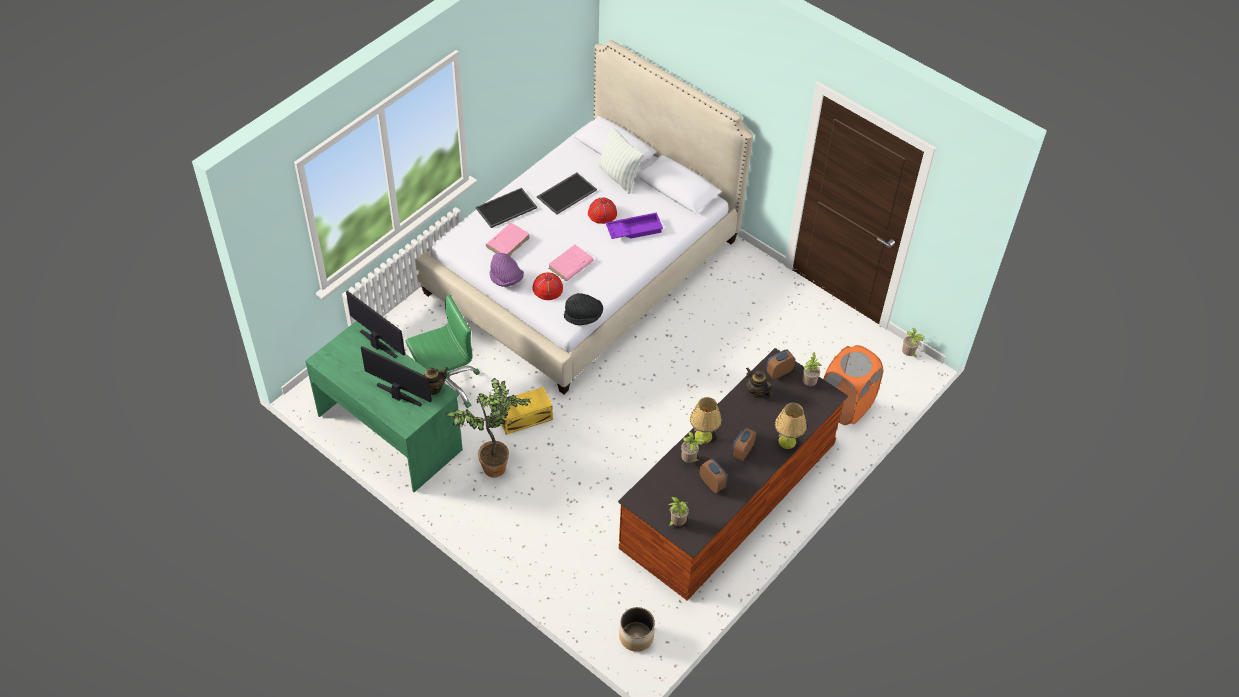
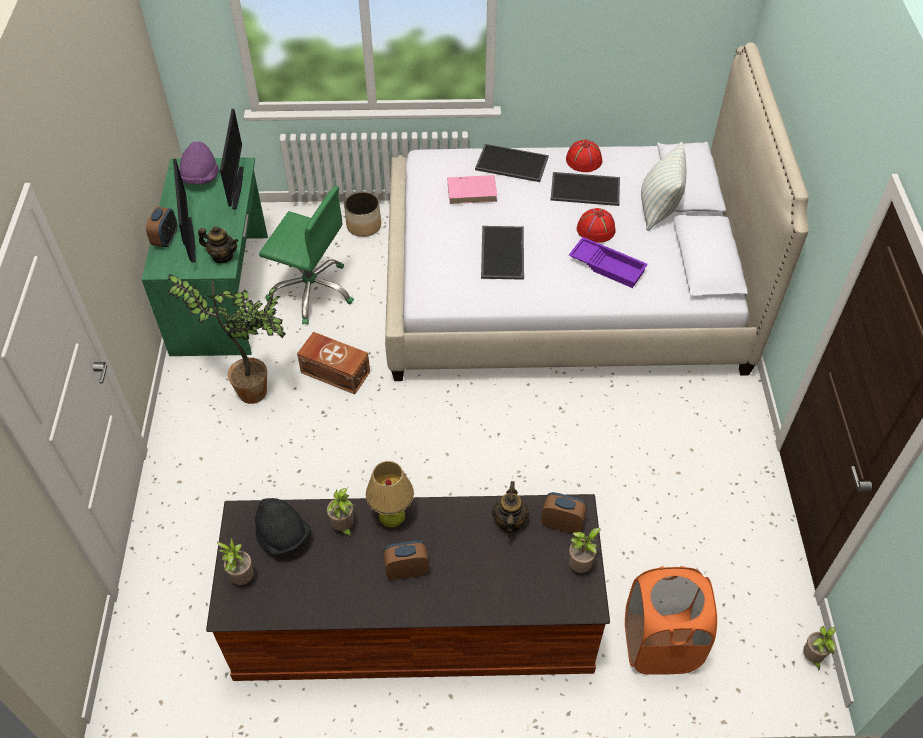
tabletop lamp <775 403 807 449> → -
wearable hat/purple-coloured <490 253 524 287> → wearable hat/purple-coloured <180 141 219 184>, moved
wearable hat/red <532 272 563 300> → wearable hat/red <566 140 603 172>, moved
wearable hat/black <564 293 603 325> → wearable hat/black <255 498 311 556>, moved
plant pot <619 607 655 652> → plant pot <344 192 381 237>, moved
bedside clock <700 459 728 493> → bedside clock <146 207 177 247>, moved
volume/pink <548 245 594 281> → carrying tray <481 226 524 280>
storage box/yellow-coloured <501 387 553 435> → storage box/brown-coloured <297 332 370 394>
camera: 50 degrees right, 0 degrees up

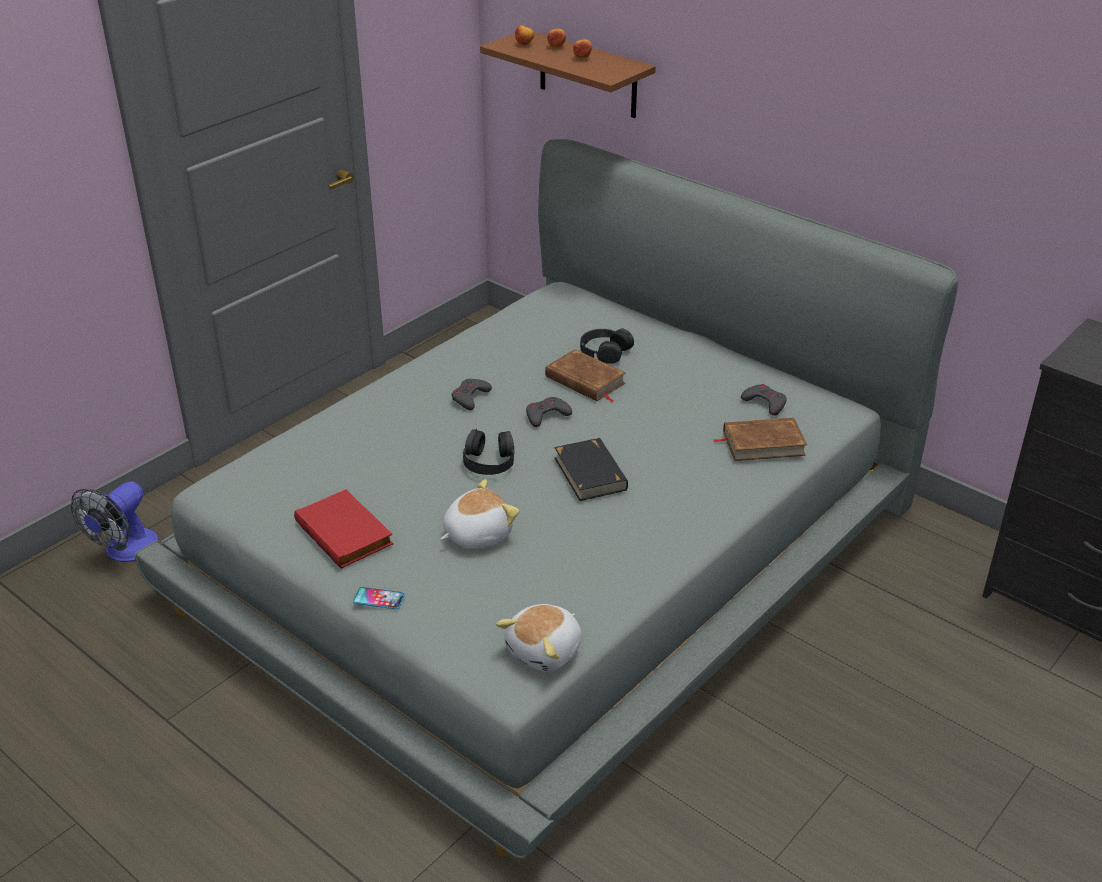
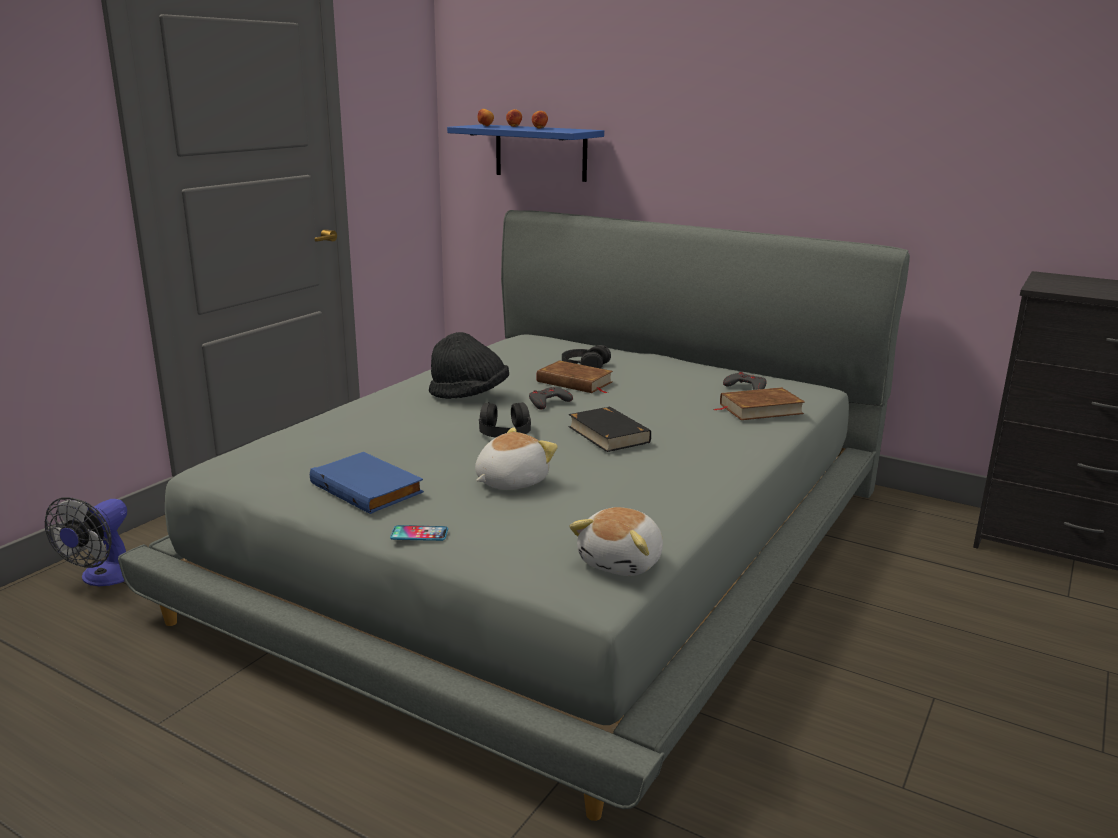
gamepad/grey <452 379 492 410> → wearable hat/black <429 332 509 399>
volume/red <294 489 393 569> → volume/blue <310 452 424 514>
bracket shelf/brown-coloured <480 32 656 118> → bracket shelf/blue <447 124 604 182>
camera: 10 degrees left, 15 degrees down

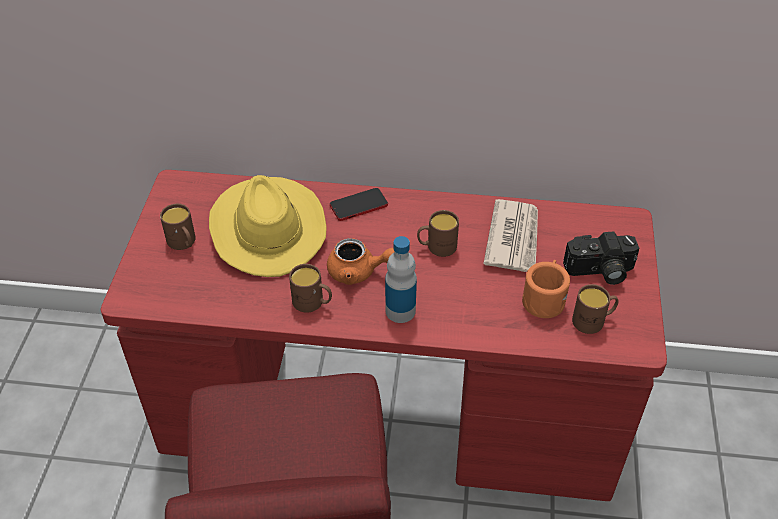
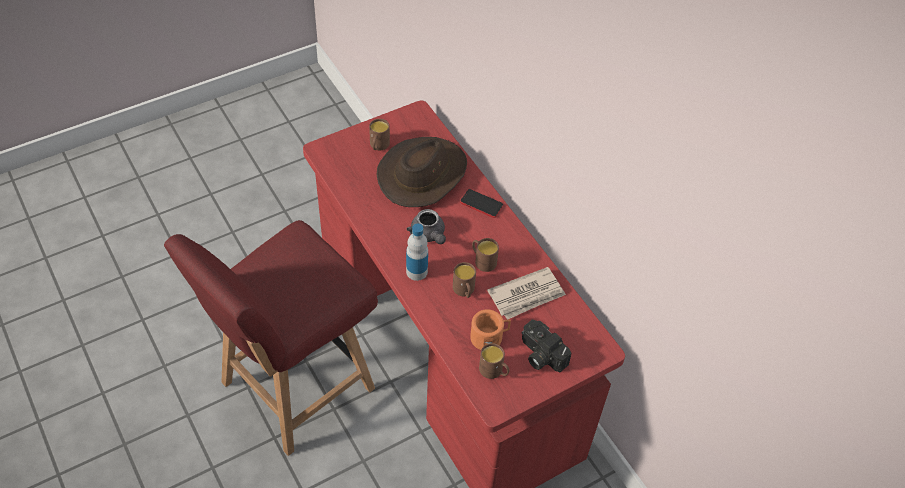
tea mug/brown-coloured <289 264 332 313> → tea mug/brown-coloured <453 262 476 298>, moved
wearable hat/yellow-coloured <209 175 327 277> → wearable hat/brown-coloured <376 137 467 207>
teapot/orange-coloured <327 238 394 285> → teapot/grey <407 209 446 244>
camera: 50 degrees right, 5 degrees up

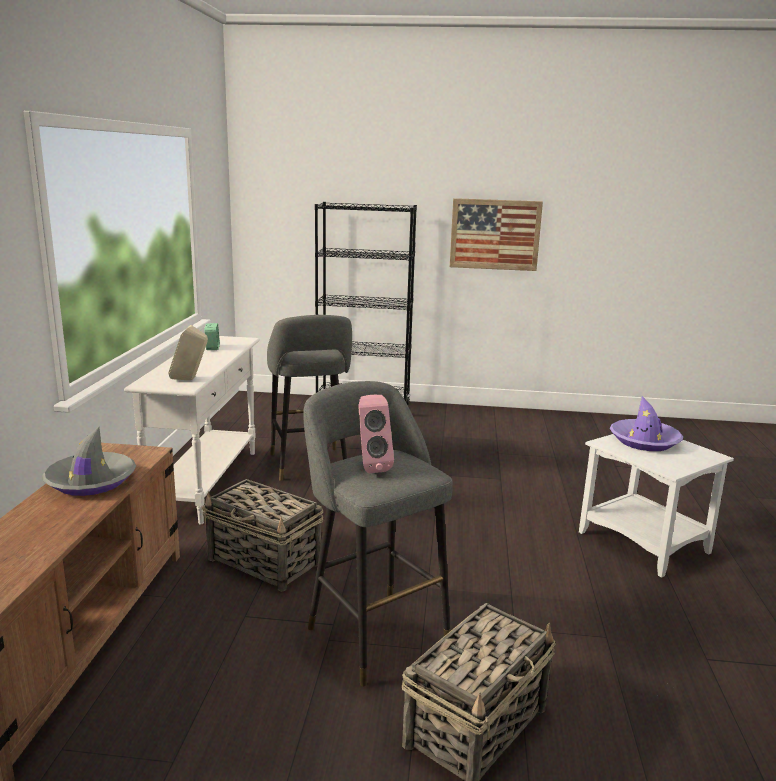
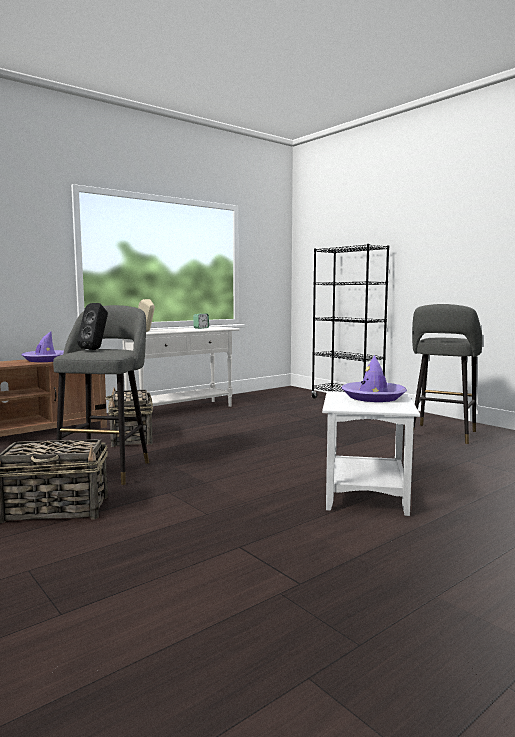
wall picture <450 198 543 271> → -
stool seat/grey <267 315 352 481> → stool seat/grey <412 304 483 444>, moved
wearable hat/grey <42 427 136 496> → wearable hat/purple-coloured <22 331 64 362>
audio speaker/pink <358 395 394 474> → audio speaker/black <77 303 108 350>
camera: 45 degrees right, 10 degrees down

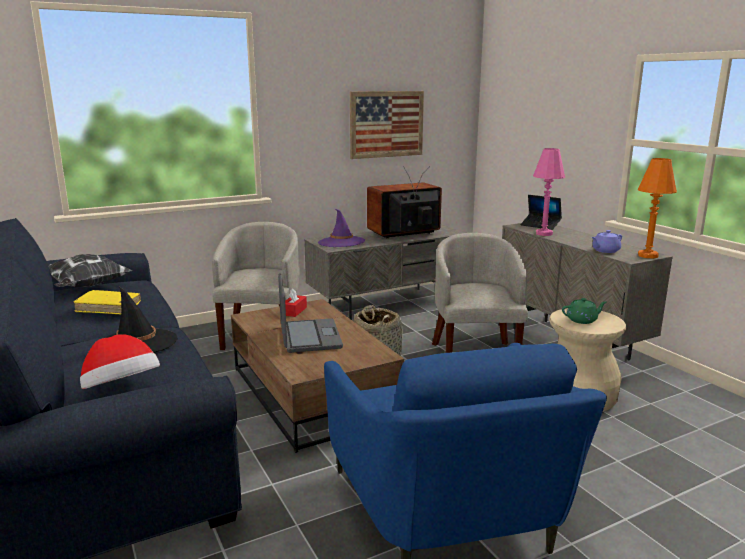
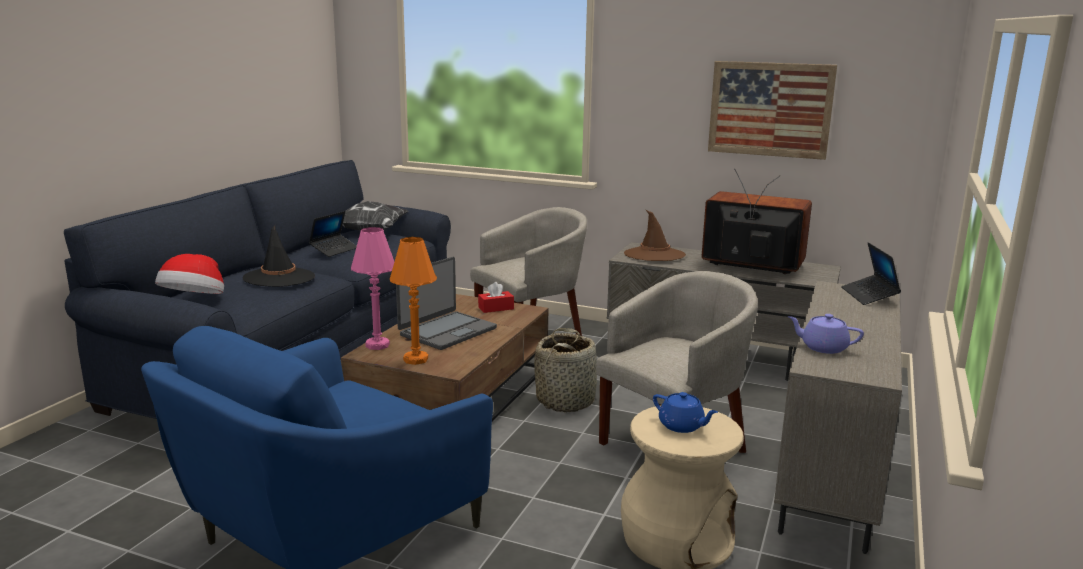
tabletop lamp/pink <533 148 565 236> → tabletop lamp/pink <351 227 394 350>, moved
tabletop lamp/orange-coloured <637 158 677 259> → tabletop lamp/orange-coloured <390 237 437 365>, moved
volume/yellow-coloured <73 290 141 314> → laptop <309 211 357 257>
wearable hat/purple-coloured <318 209 365 247> → wearable hat/brown-coloured <624 210 686 261>
teapot/greenish <562 298 607 324> → teapot/blue <653 392 718 433>
camera: 50 degrees right, 0 degrees up

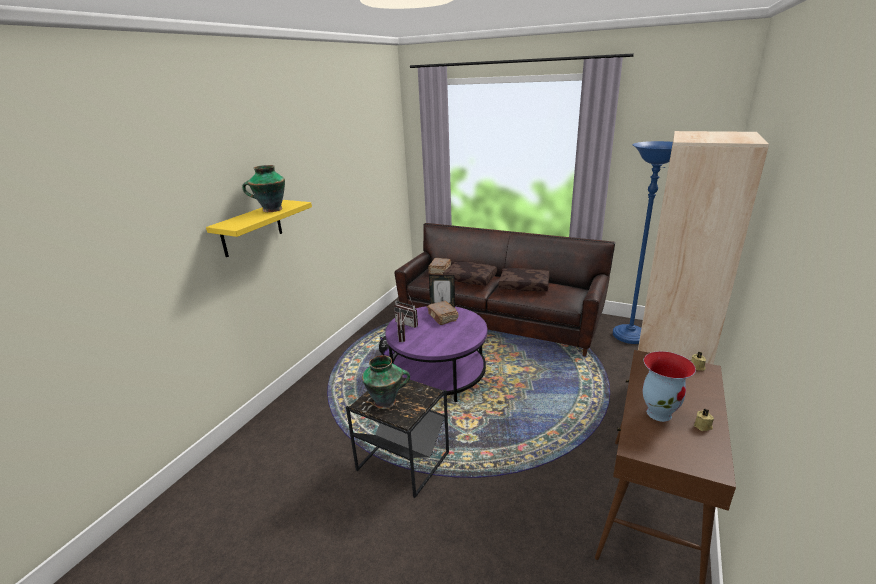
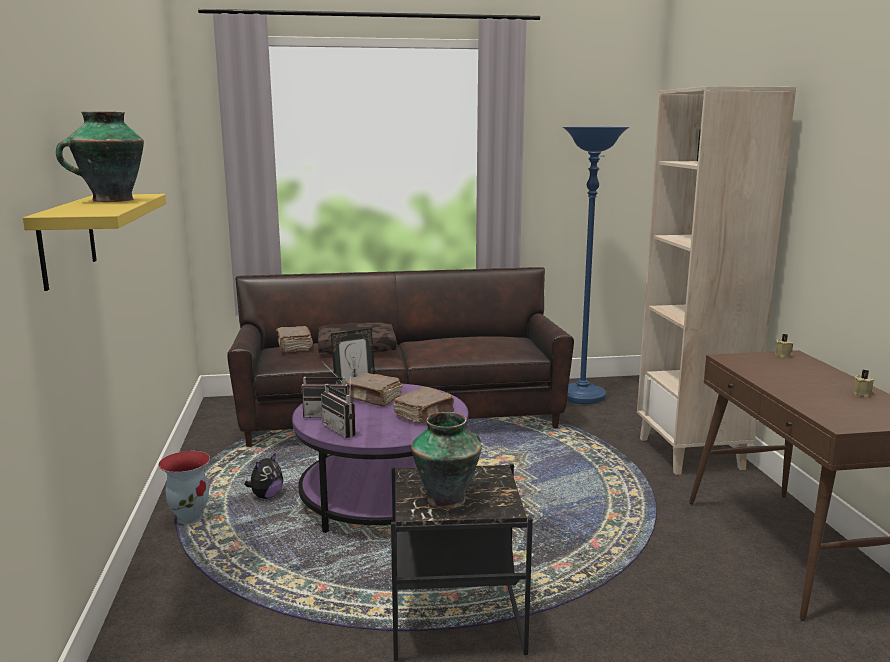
cushion/brown-coloured <498 268 550 291> → -
- → volume/brown-coloured <393 387 454 423>
decorative vase <643 351 696 422> → decorative vase <158 451 210 524>, moved
camera: 35 degrees left, 10 degrees down

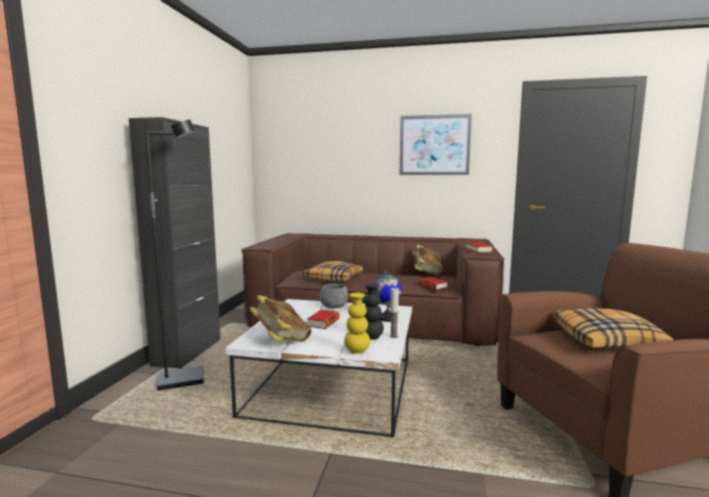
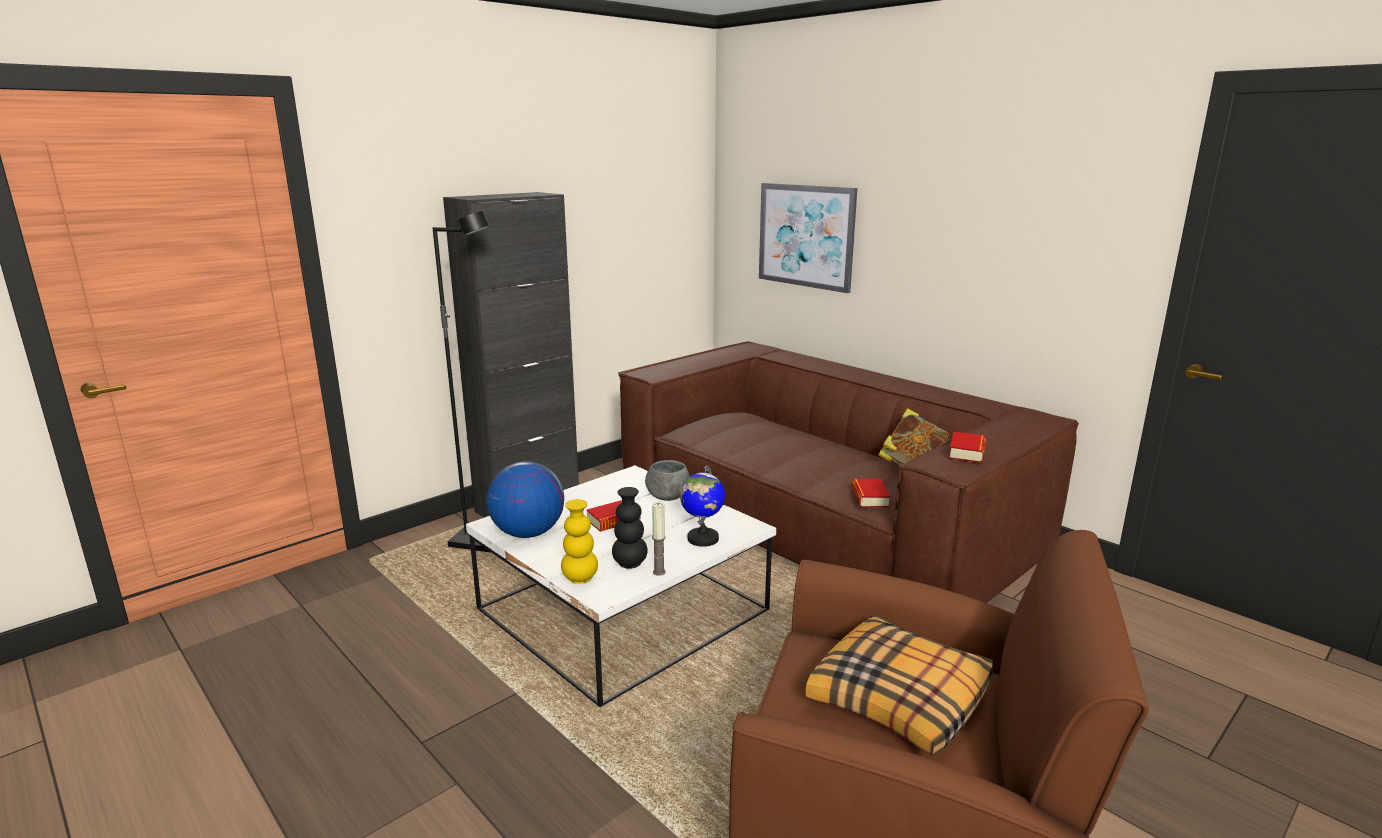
cushion <303 261 363 282> → -
wall picture <400 114 472 175> → wall picture <759 183 857 293>, moved
volume <250 295 312 342> → desk globe <487 461 564 538>
camera: 35 degrees right, 10 degrees up

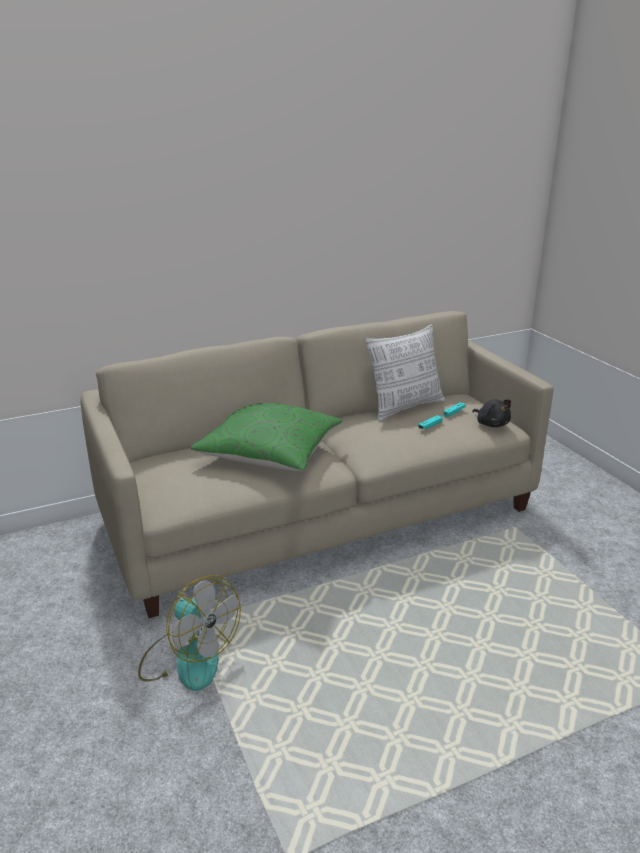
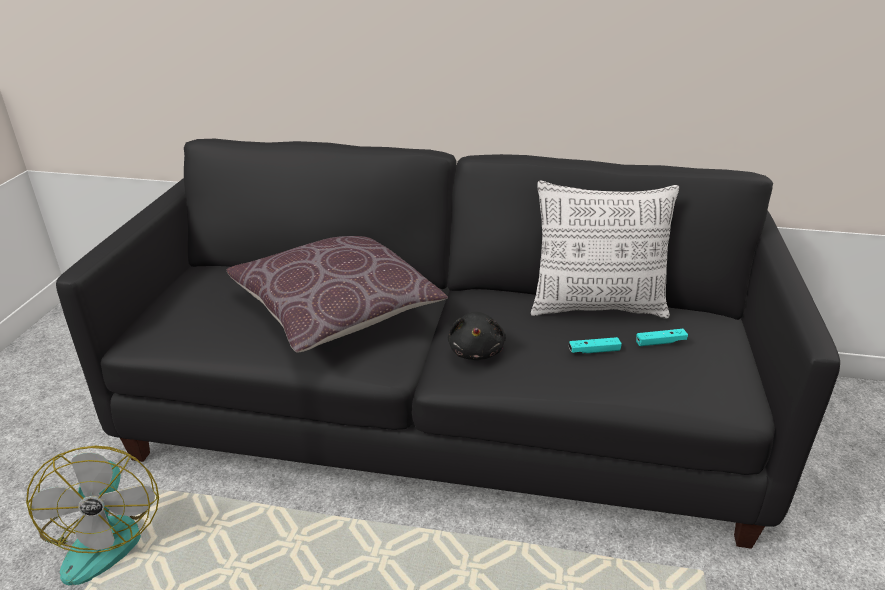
cuddly toy/black <472 399 511 427> → cuddly toy/black <448 312 506 360>, moved
couch/sand-coloured <80 311 554 618> → couch/black <56 139 840 549>
cushion/greenish <190 403 343 471> → cushion/brown-coloured <227 236 448 353>
camera: 35 degrees right, 5 degrees up

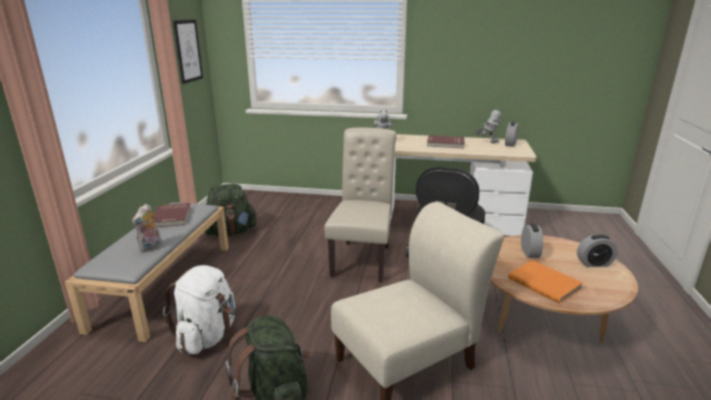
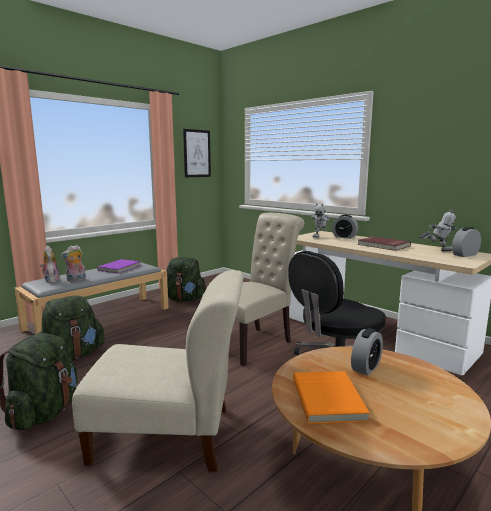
- → cuddly toy <40 246 60 283>
bedside clock <577 234 617 267> → bedside clock <332 215 359 239>, moved
volume/red <154 203 191 227> → volume/purple-coloured <97 259 141 273>
knapsack/white-coloured <163 265 235 354> → knapsack/greenish <38 295 105 361>
camera: 35 degrees right, 10 degrees down

